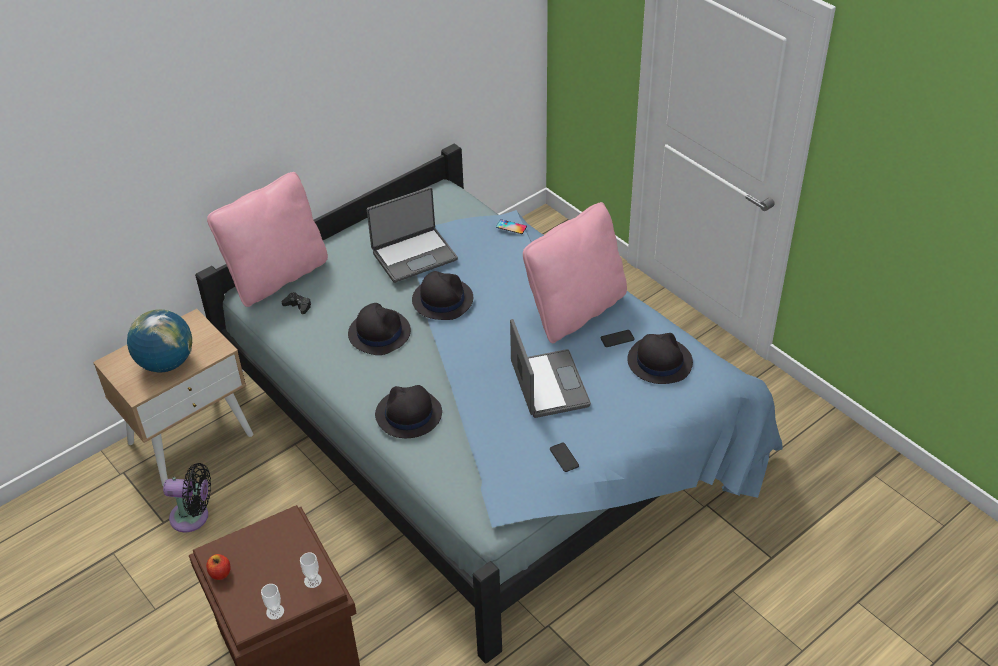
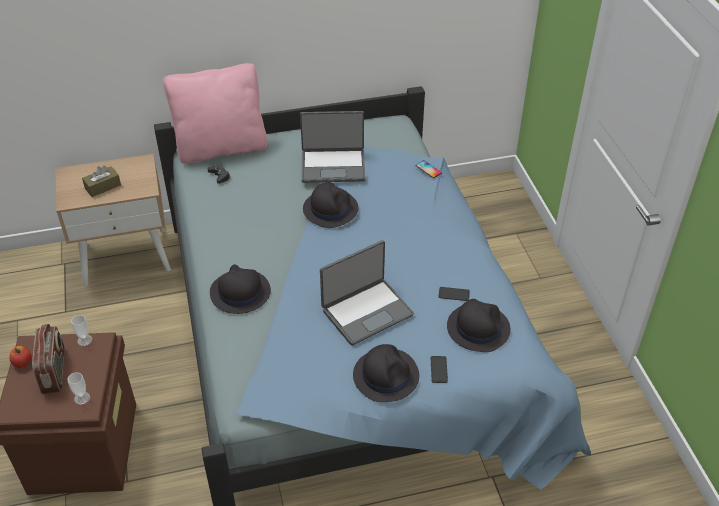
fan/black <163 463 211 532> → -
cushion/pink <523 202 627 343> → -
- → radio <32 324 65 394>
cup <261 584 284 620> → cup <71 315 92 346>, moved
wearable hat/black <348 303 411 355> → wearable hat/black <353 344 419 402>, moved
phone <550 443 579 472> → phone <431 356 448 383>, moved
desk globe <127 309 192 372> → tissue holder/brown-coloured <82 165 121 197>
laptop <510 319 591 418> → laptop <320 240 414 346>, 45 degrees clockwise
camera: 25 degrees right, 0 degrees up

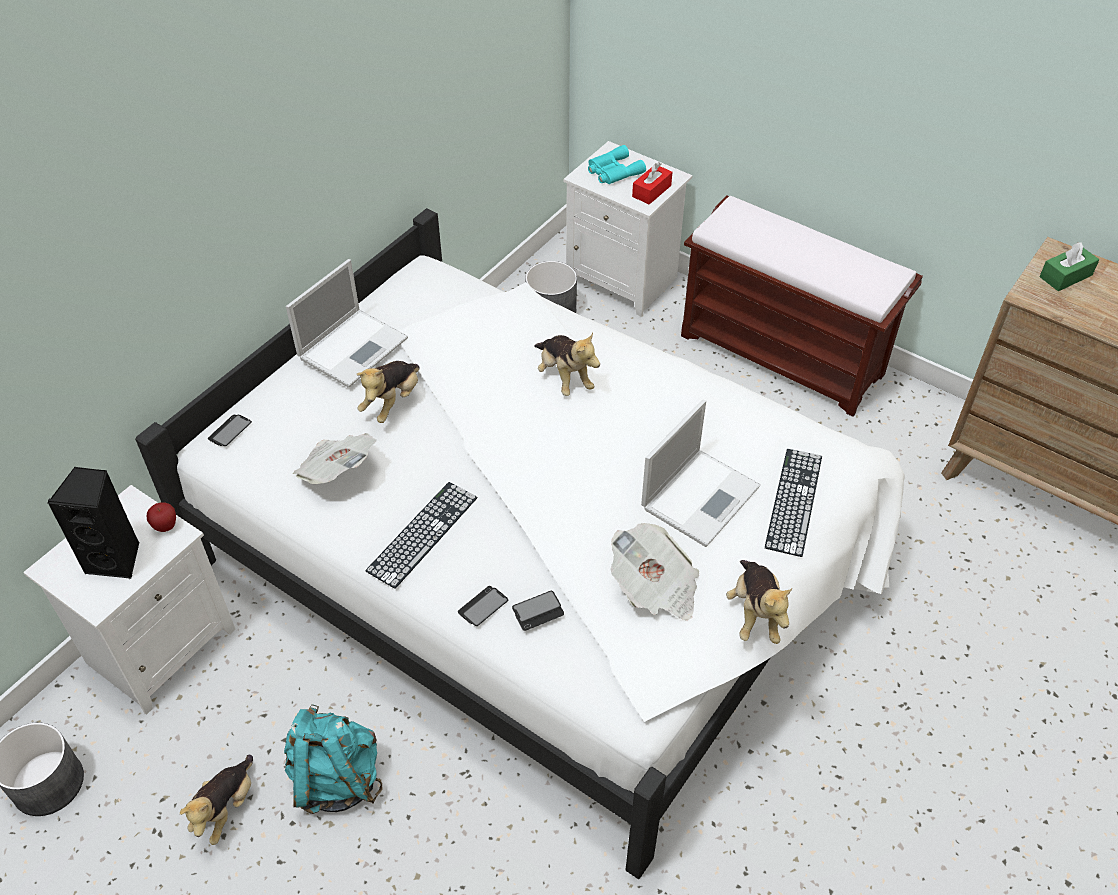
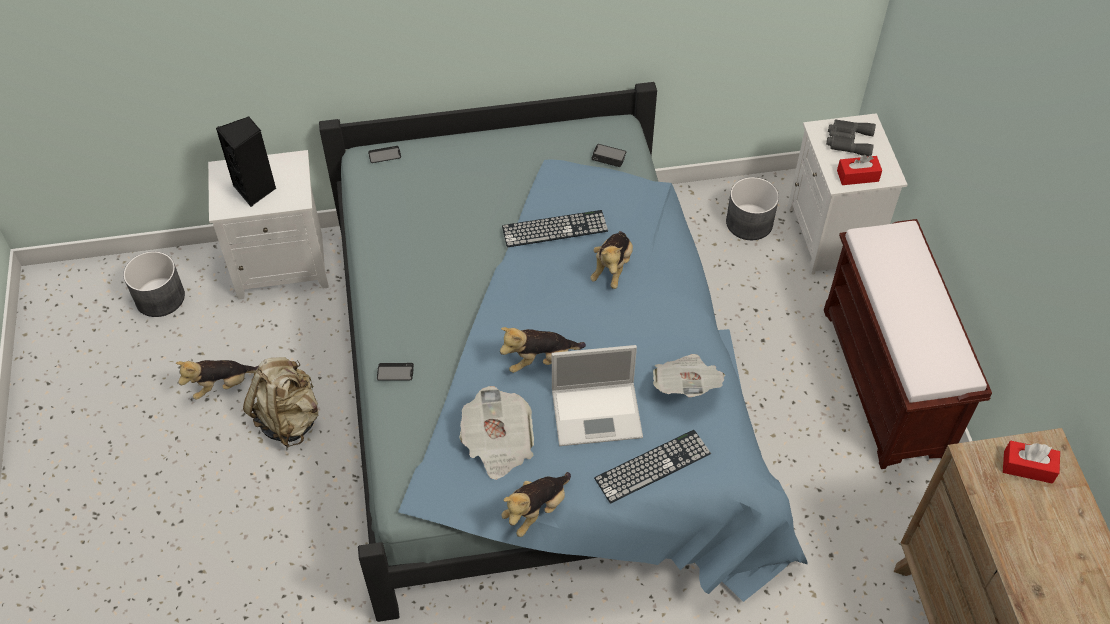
whole apple <147 502 176 532> → -
laptop <286 259 408 388> → -
newspaper <293 433 377 484> → newspaper <653 354 725 397>, moved
cuddly toy <357 361 420 423> → cuddly toy <500 327 586 373>, moved
keyboard <365 482 478 589> → keyboard <502 210 608 247>, moved
phone <512 591 564 631> → phone <591 144 626 167>, moved
sleeping bed/white-coloured <135 208 905 879> → sleeping bed/blue <319 82 808 622>
knapsack/turquoise <284 704 383 814> → knapsack/sand-coloured <243 357 318 448>
binoculars/turquoise <588 145 646 184> → binoculars/grey <826 119 876 157>
tissue holder/greenish <1040 242 1099 291> → tissue holder/red <1003 440 1060 484>
camera: 45 degrees right, 5 degrees up

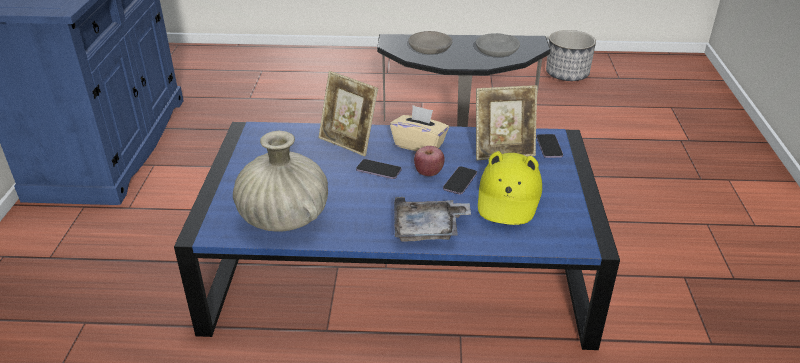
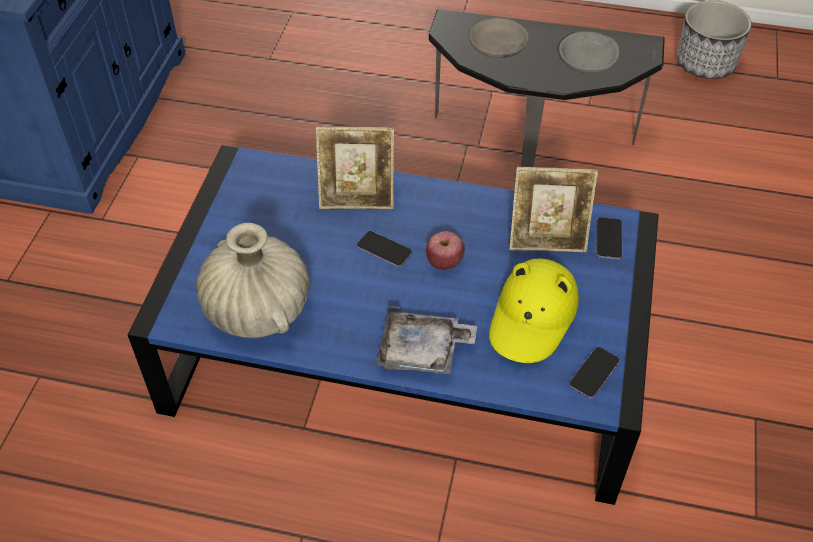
tissue holder/sand-coloured <390 105 449 151> → -
phone <443 166 477 195> → phone <569 347 620 399>, moved
picture frame <318 71 378 156> → picture frame <316 127 394 209>, 45 degrees counterclockwise
camera: 10 degrees right, 15 degrees up

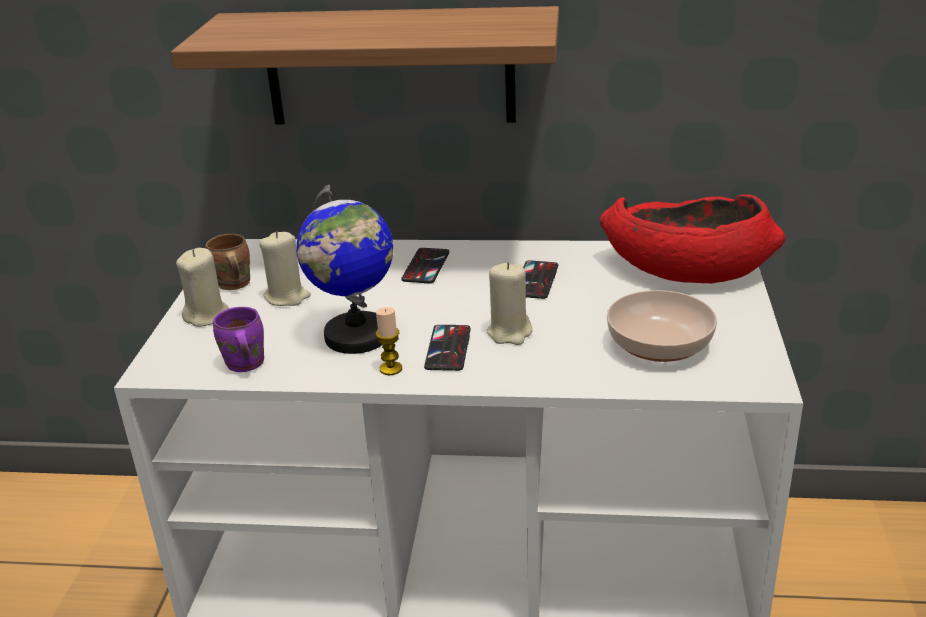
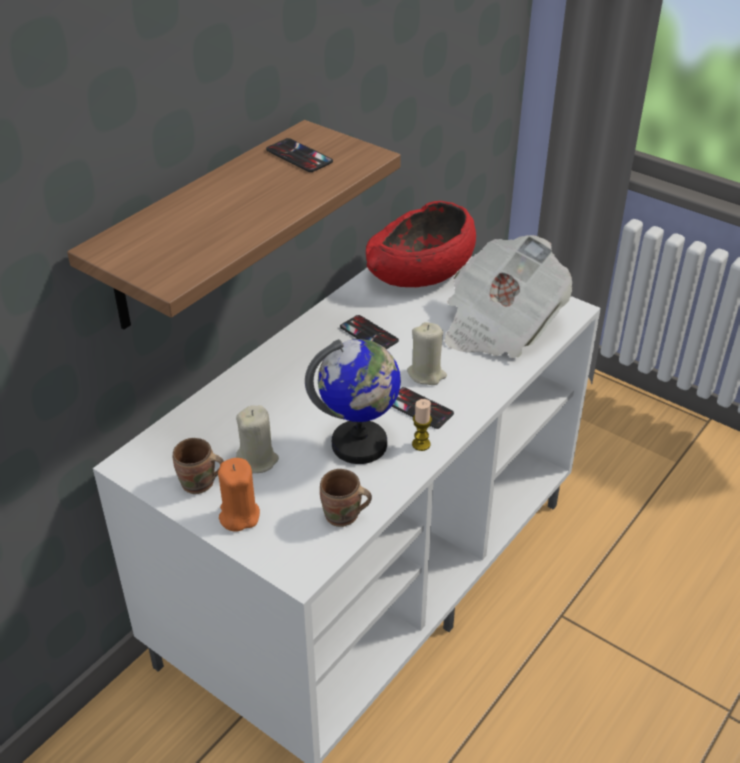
phone <401 248 449 284> → phone <266 138 333 172>, moved
deep dish <607 290 717 362> → newspaper <444 235 572 358>
candle/sand-coloured <176 248 229 327> → candle/orange-coloured <218 458 260 532>
tea mug/purple-coloured <213 307 264 372> → tea mug/brown-coloured <320 469 372 527>
camera: 60 degrees left, 10 degrees up

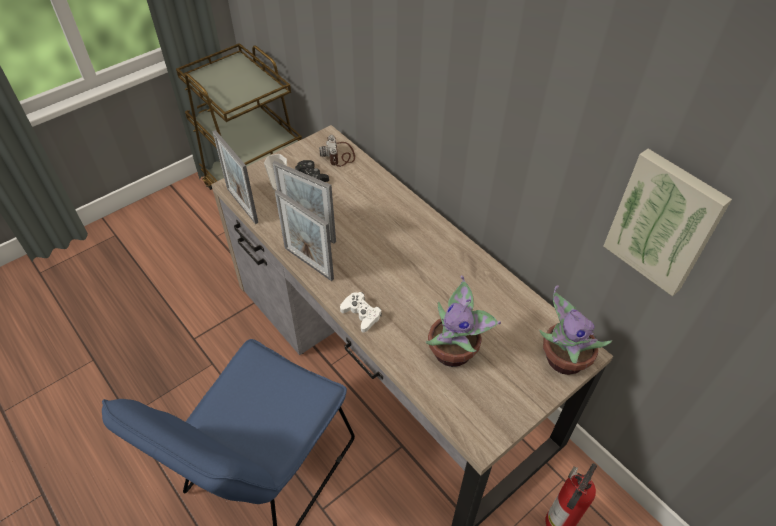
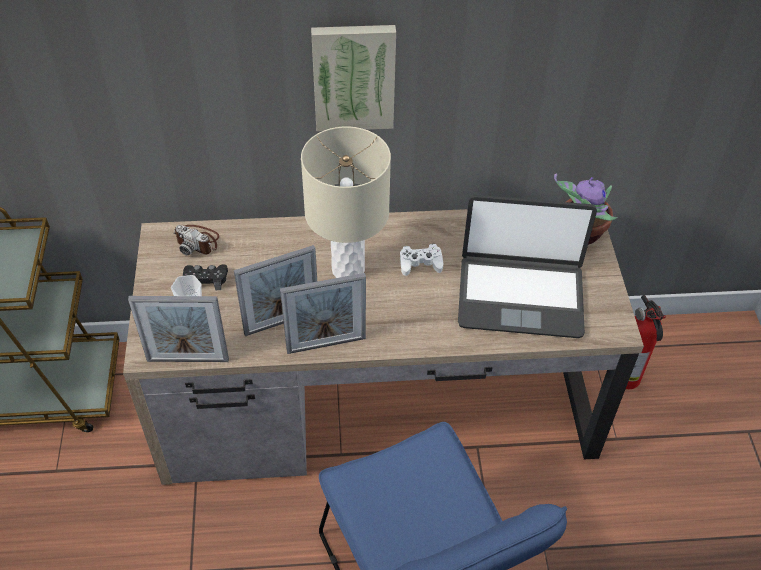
- → tabletop lamp/sand-coloured <301 127 391 278>
gamepad/white-coloured <340 292 382 332> → gamepad/white-coloured <400 244 443 276>, moved
wall picture <603 149 732 296> → wall picture <311 25 396 132>, moved
houseplant <426 275 501 367> → laptop <458 195 597 338>
camera: 55 degrees left, 0 degrees up

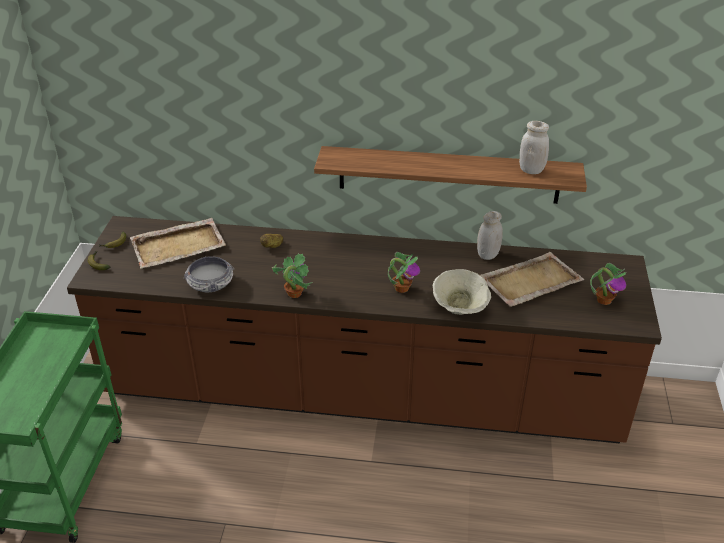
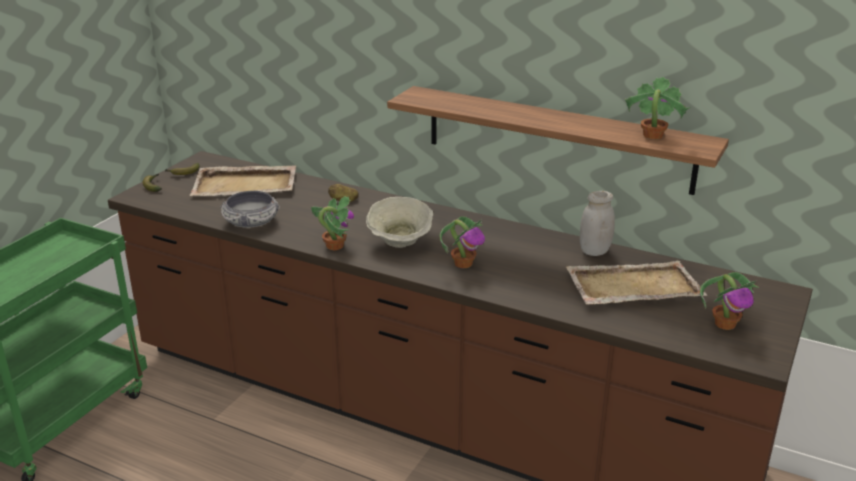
deep dish/sand-coloured <433 269 491 315> → deep dish/sand-coloured <366 197 434 248>, moved
storage jar/white-coloured <519 121 549 174> → houseplant <625 77 690 139>
camera: 20 degrees right, 10 degrees down

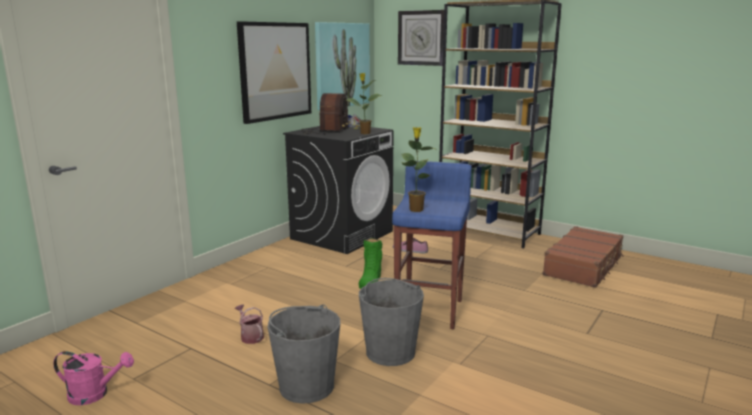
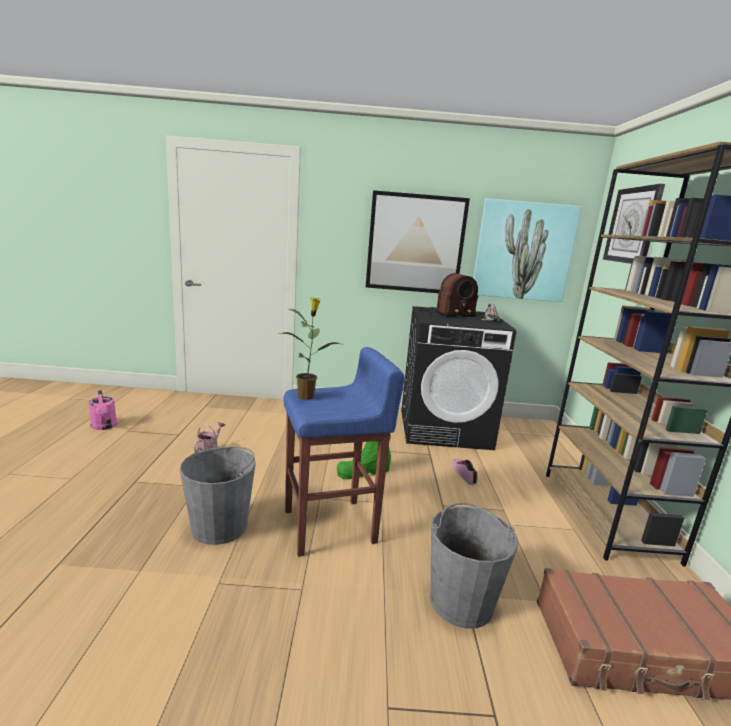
houseplant <347 73 383 134> → -
bucket/grey <268 304 340 404> → bucket/grey <430 502 518 629>, moved
camera: 55 degrees right, 0 degrees up

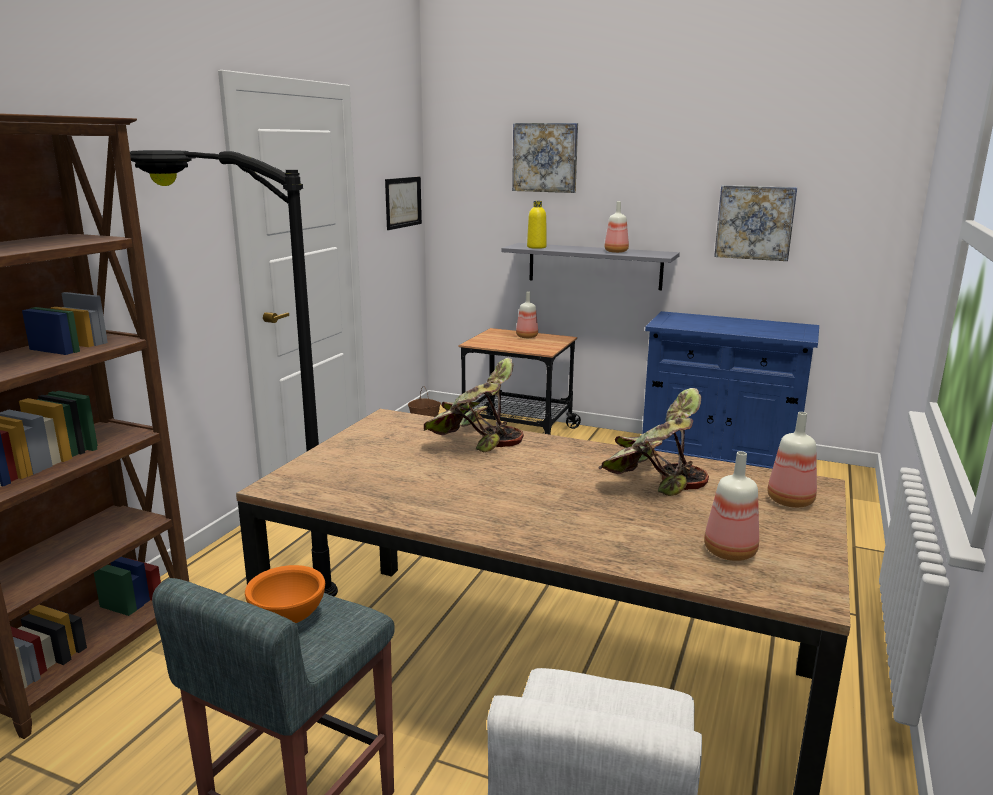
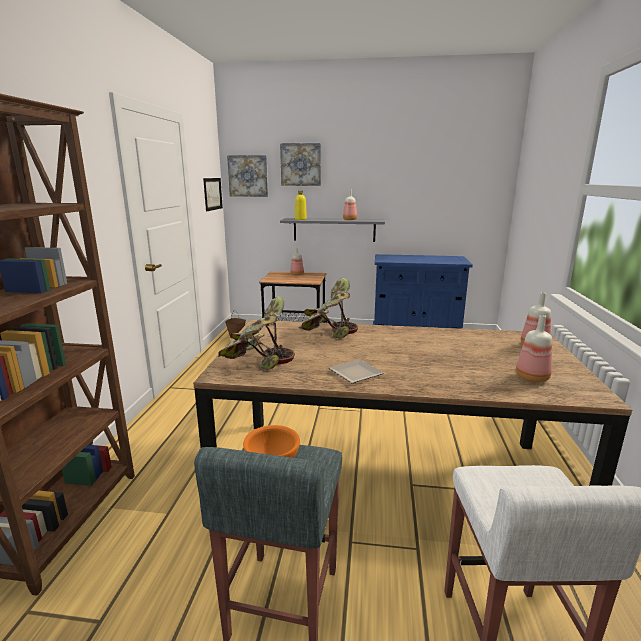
floor lamp/black <130 150 338 597> → -
- → plate <329 359 384 383>
houseplant <599 388 709 496> → houseplant <218 296 295 370>, moved
wall picture <714 185 797 261> → wall picture <227 155 268 197>, moved
camera: 15 degrees left, 0 degrees up

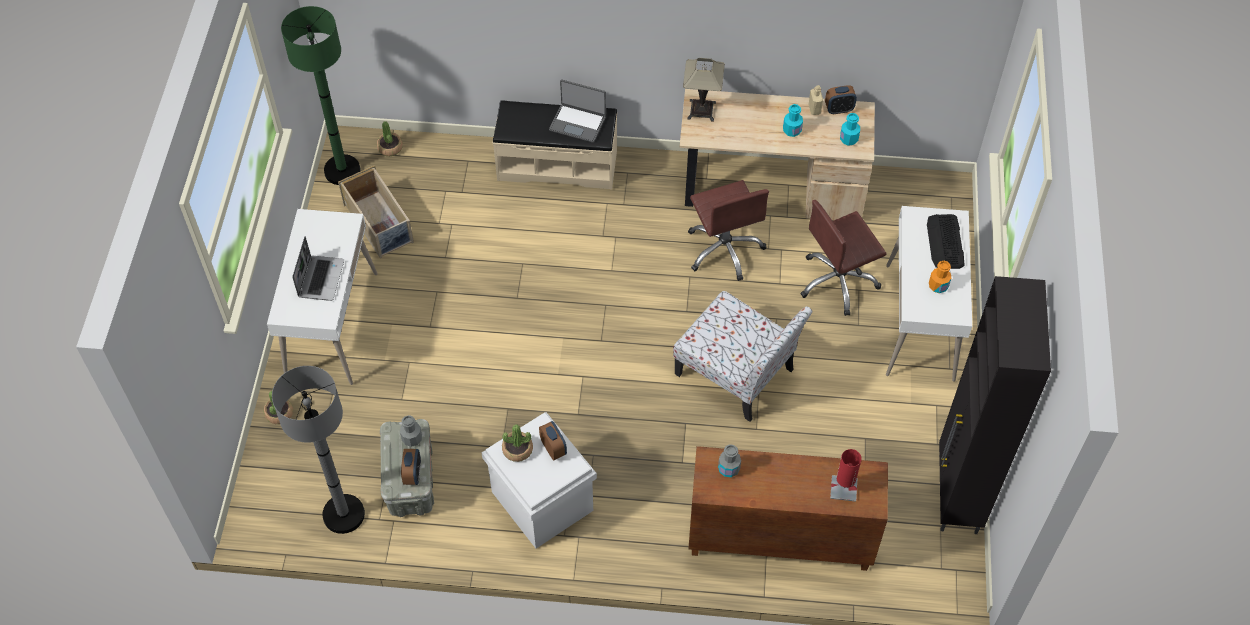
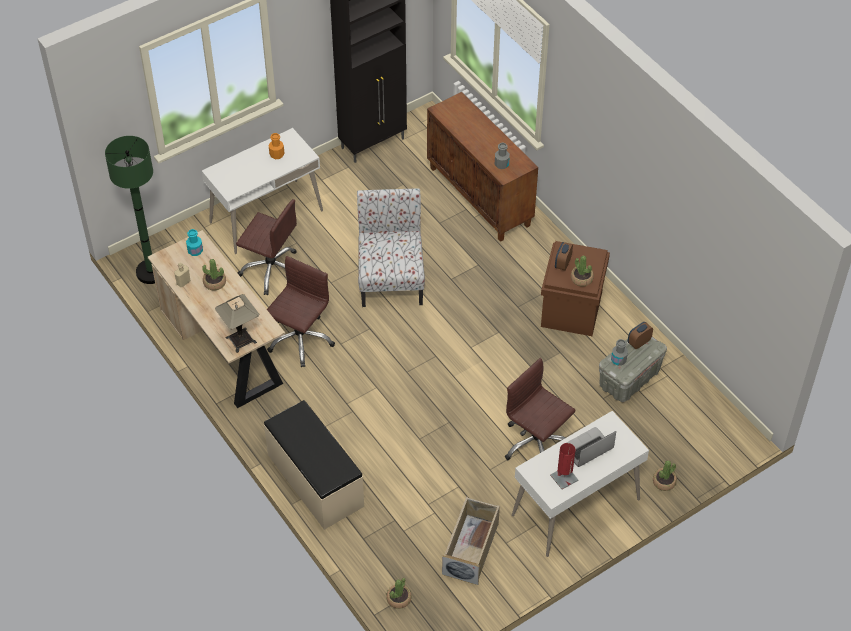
floor lamp/grey <272 366 365 534> → -
laptop <549 79 606 143> → -
bedside clock <825 85 857 114> → -
keyboard <927 214 964 269> → -
- → desk chair/brown-coloured <505 358 575 460>
floor lamp/greenish <281 6 361 185> → floor lamp/greenish <105 136 155 284>, moved
tabletop lamp/red <830 449 862 502> → tabletop lamp/red <550 443 578 489>, moved
drink bottle/turquoise <783 104 803 137> → houseplant <202 259 226 291>
storage box/white-coloured <482 412 597 548> → storage box/brown-coloured <541 241 610 336>
camera: 130 degrees left, 5 degrees down

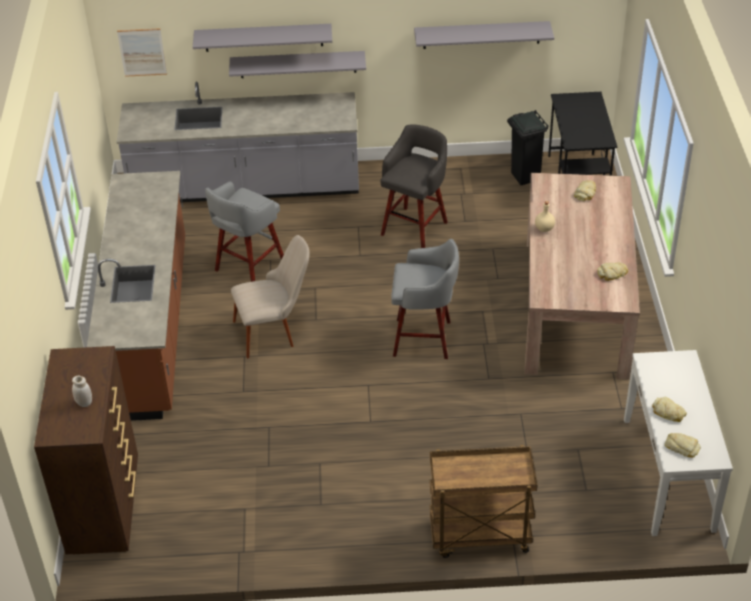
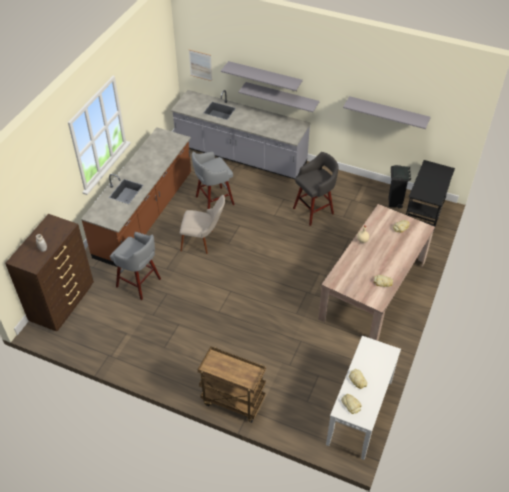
stool seat/grey <391 239 459 359> → stool seat/grey <110 232 161 300>, moved
camera: 25 degrees right, 5 degrees up

